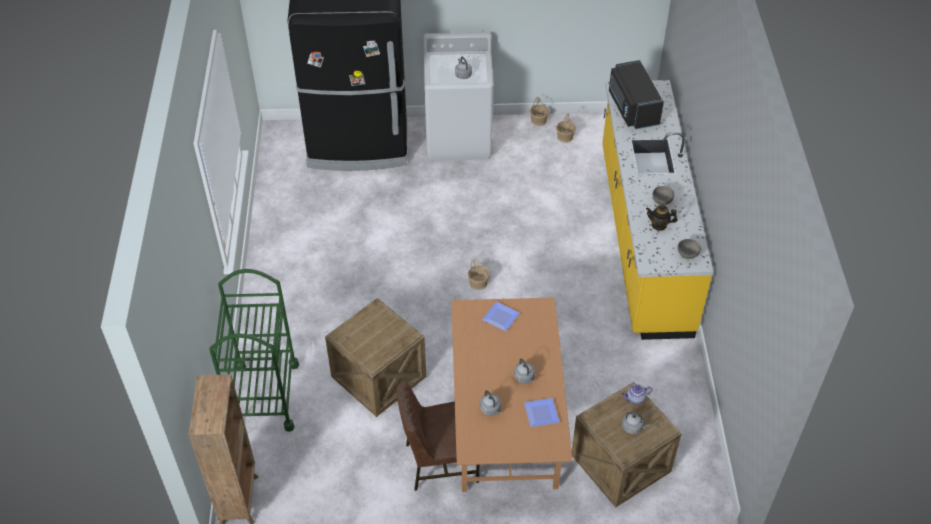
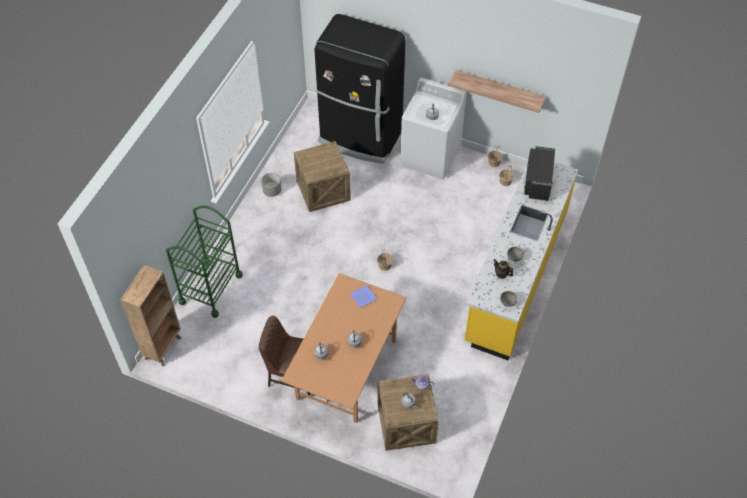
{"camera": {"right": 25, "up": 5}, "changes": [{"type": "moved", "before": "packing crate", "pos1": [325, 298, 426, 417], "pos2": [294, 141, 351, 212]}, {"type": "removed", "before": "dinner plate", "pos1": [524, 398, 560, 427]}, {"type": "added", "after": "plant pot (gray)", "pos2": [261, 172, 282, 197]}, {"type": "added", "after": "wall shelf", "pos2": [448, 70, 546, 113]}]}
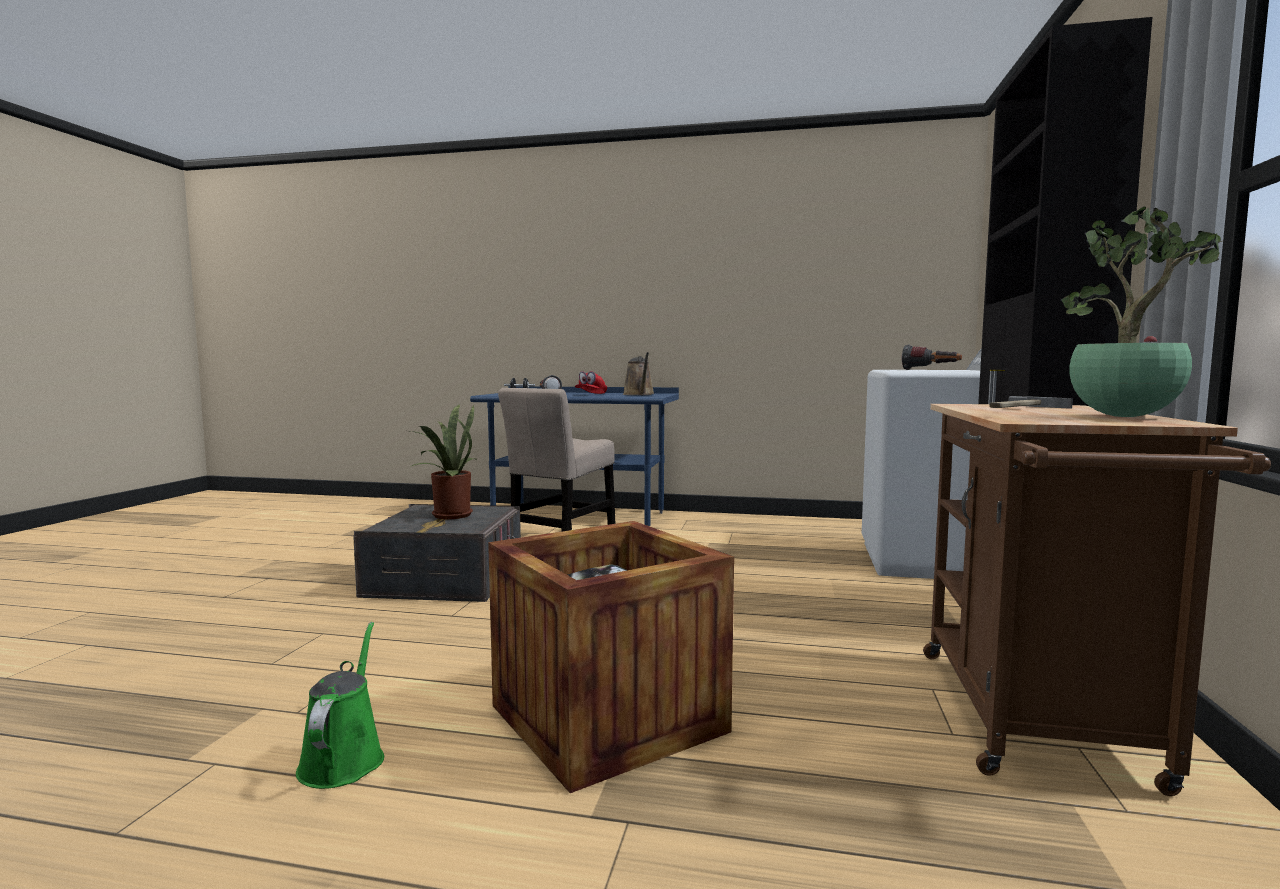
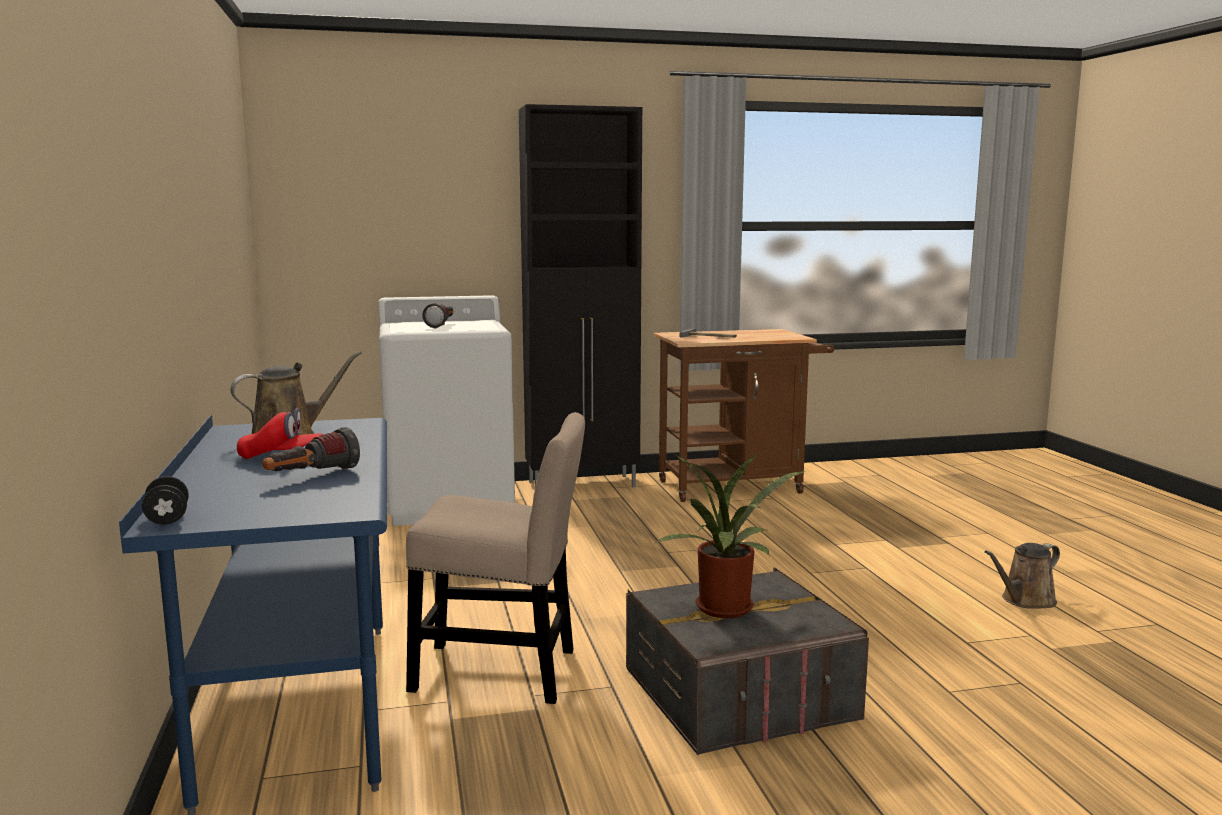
{"camera": {"right": -115, "up": 5}, "changes": [{"type": "recoloured", "before": "watering can (green)", "after": "watering can (brown-coloured)", "pos1": [296, 622, 384, 789], "pos2": [984, 543, 1060, 609]}, {"type": "removed", "before": "packing crate", "pos1": [488, 521, 734, 793]}, {"type": "removed", "before": "houseplant", "pos1": [1060, 207, 1222, 417]}]}
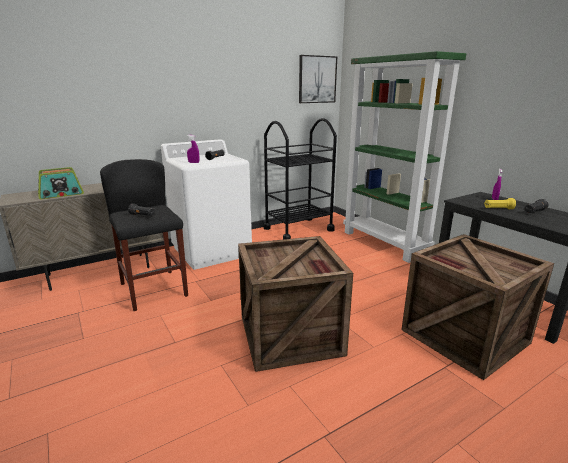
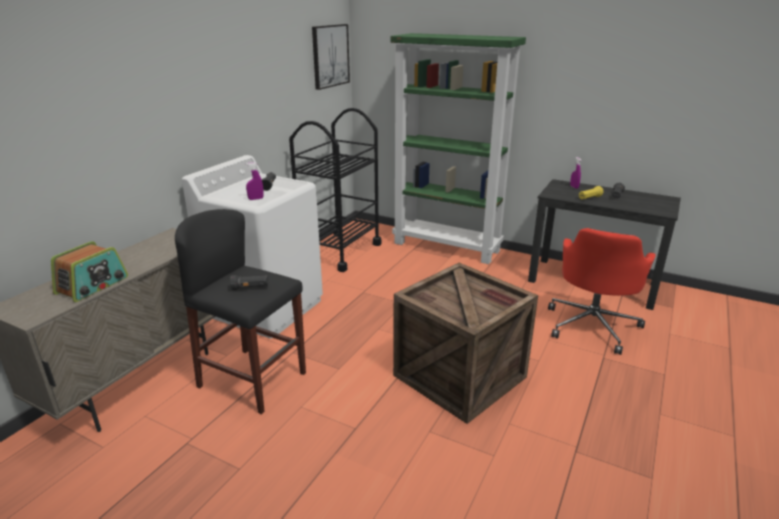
{"camera": {"right": -30, "up": 5}, "changes": [{"type": "replaced", "before": "packing crate", "after": "computer chair (reddish)", "pos1": [401, 234, 554, 380], "pos2": [548, 228, 656, 355]}]}
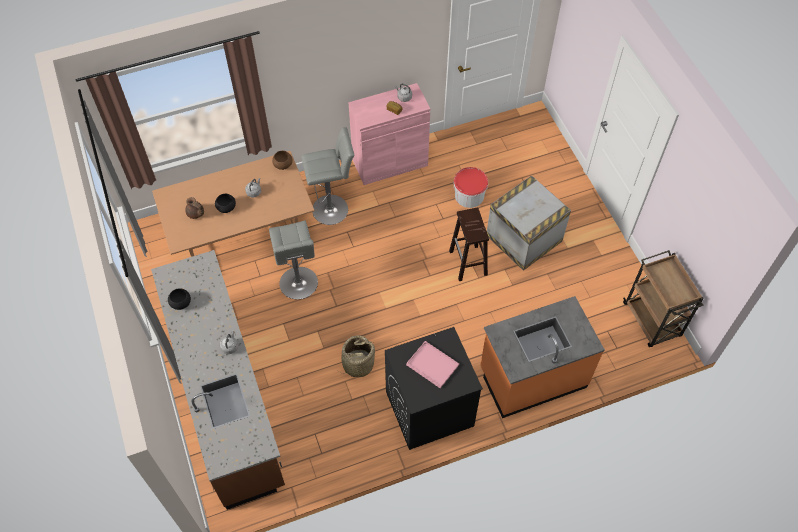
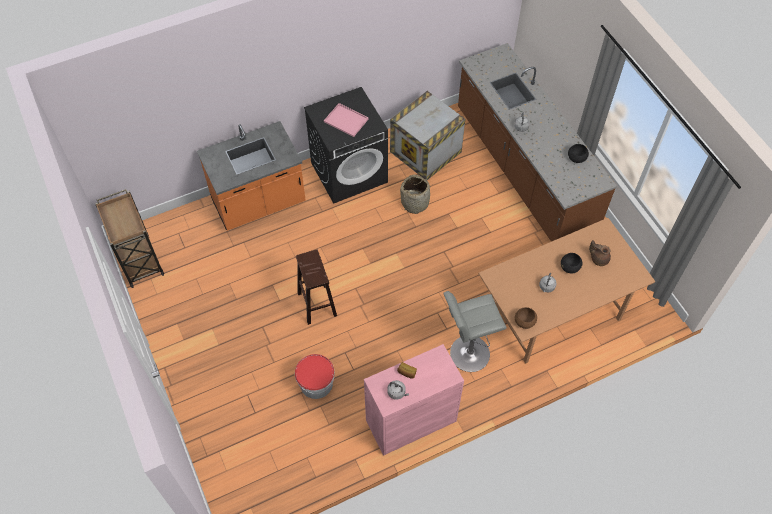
{"camera": {"right": 175, "up": 0}, "changes": [{"type": "removed", "before": "stool (gray)", "pos1": [269, 221, 318, 299]}, {"type": "moved", "before": "packing crate", "pos1": [487, 175, 571, 271], "pos2": [390, 91, 465, 179]}]}
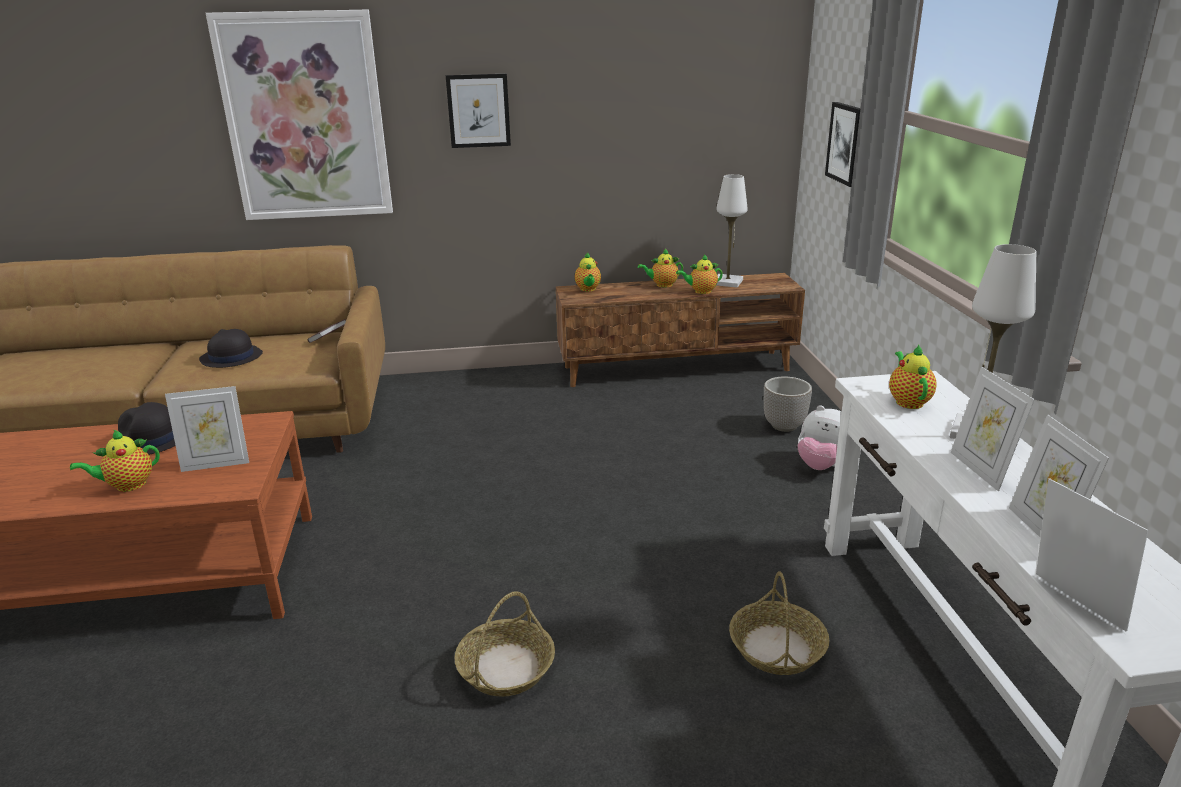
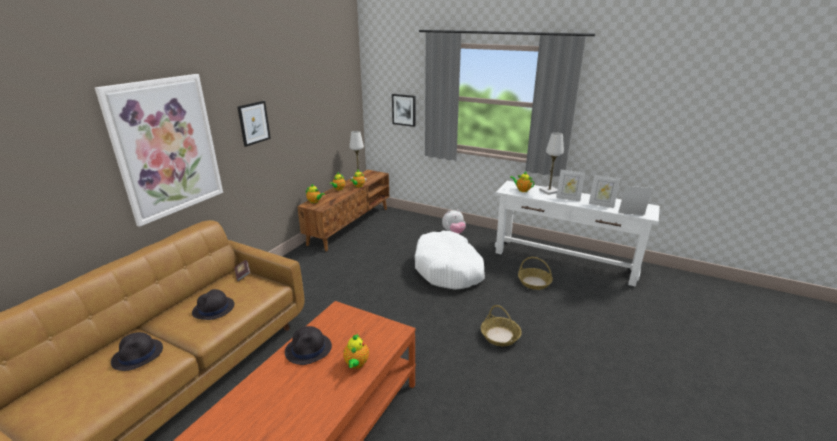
{"camera": {"right": -55, "up": 0}, "changes": [{"type": "removed", "before": "photo frame", "pos1": [165, 386, 249, 472]}, {"type": "removed", "before": "plant pot", "pos1": [764, 377, 812, 432]}, {"type": "added", "after": "wearable hat (blackish)", "pos2": [111, 332, 163, 371]}, {"type": "added", "after": "pet bed (white-coloured)", "pos2": [415, 231, 485, 290]}]}
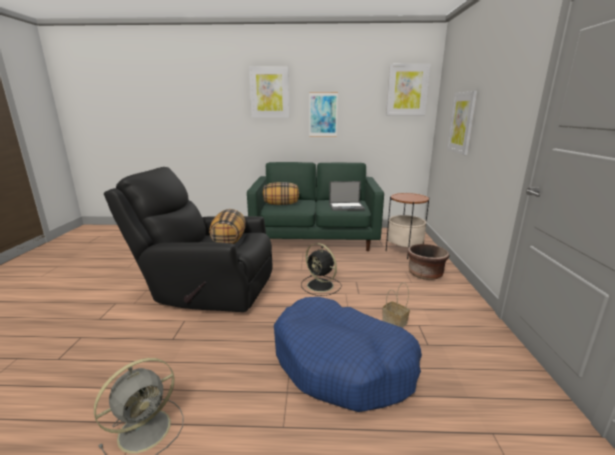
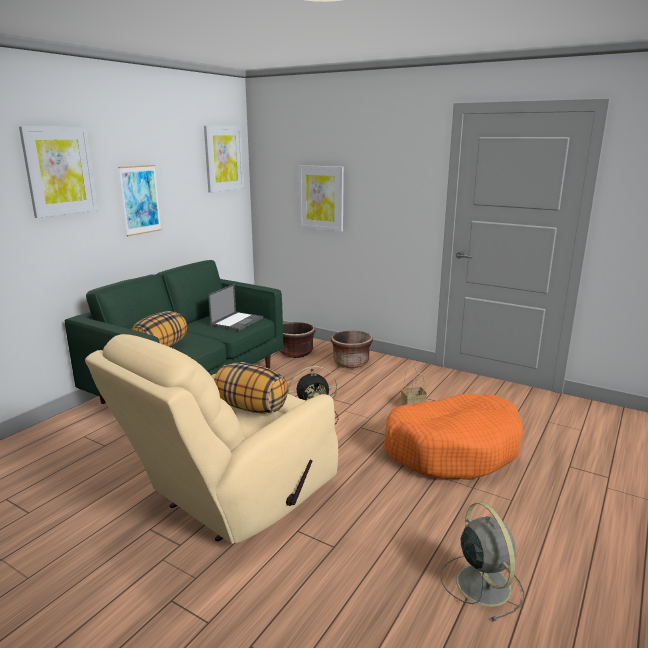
{"camera": {"right": -60, "up": 0}, "changes": [{"type": "recoloured", "before": "easy chair (blackish)", "after": "easy chair (beige-coloured)", "pos1": [104, 167, 273, 312], "pos2": [85, 334, 338, 544]}, {"type": "recoloured", "before": "pet bed (blue-coloured)", "after": "pet bed (orange)", "pos1": [274, 297, 422, 412], "pos2": [383, 394, 523, 480]}, {"type": "replaced", "before": "accent table", "after": "plant pot (brown-coloured)", "pos1": [386, 193, 429, 259], "pos2": [279, 322, 315, 358]}]}
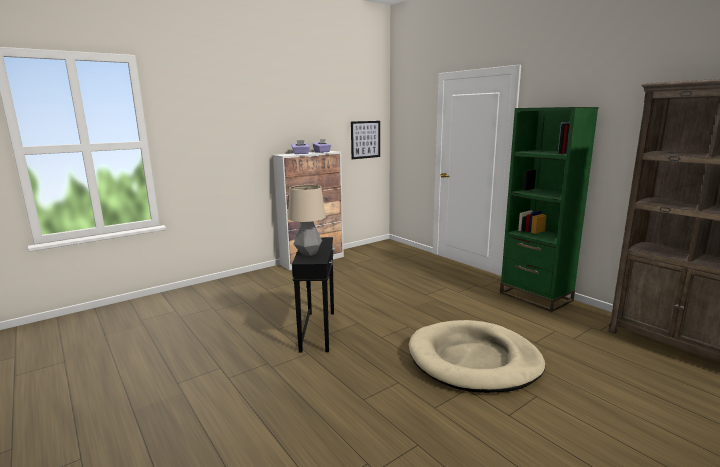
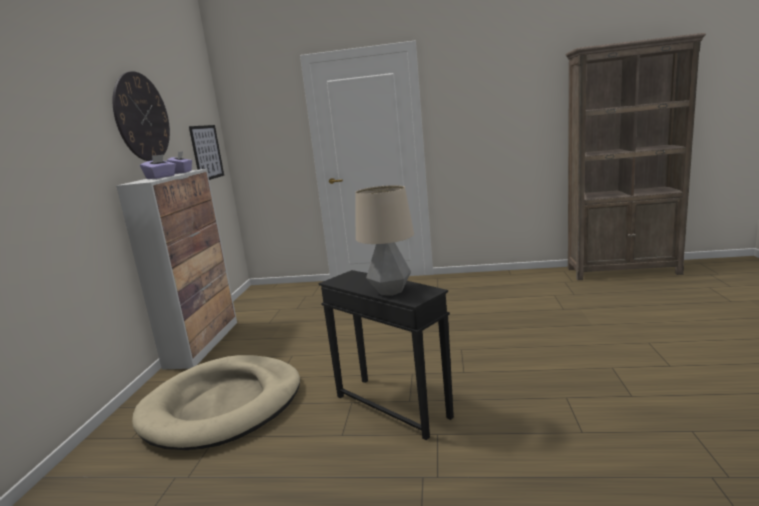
{"camera": {"right": -45, "up": 0}, "changes": [{"type": "moved", "before": "pet bed (beige-coloured)", "pos1": [409, 320, 545, 393], "pos2": [132, 355, 300, 450]}, {"type": "removed", "before": "bookshelf (green)", "pos1": [500, 107, 598, 312]}, {"type": "added", "after": "clock on the wall", "pos2": [112, 71, 170, 161]}]}
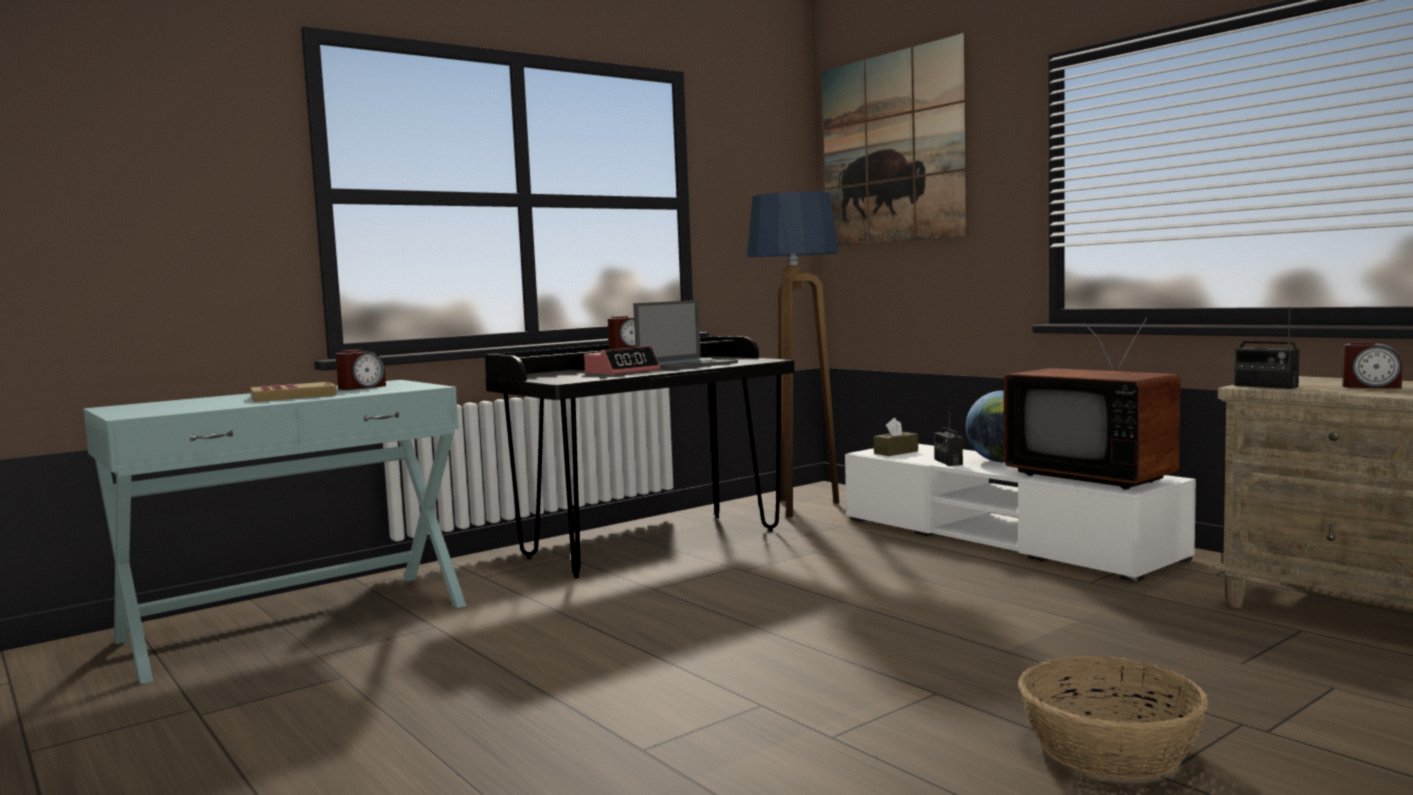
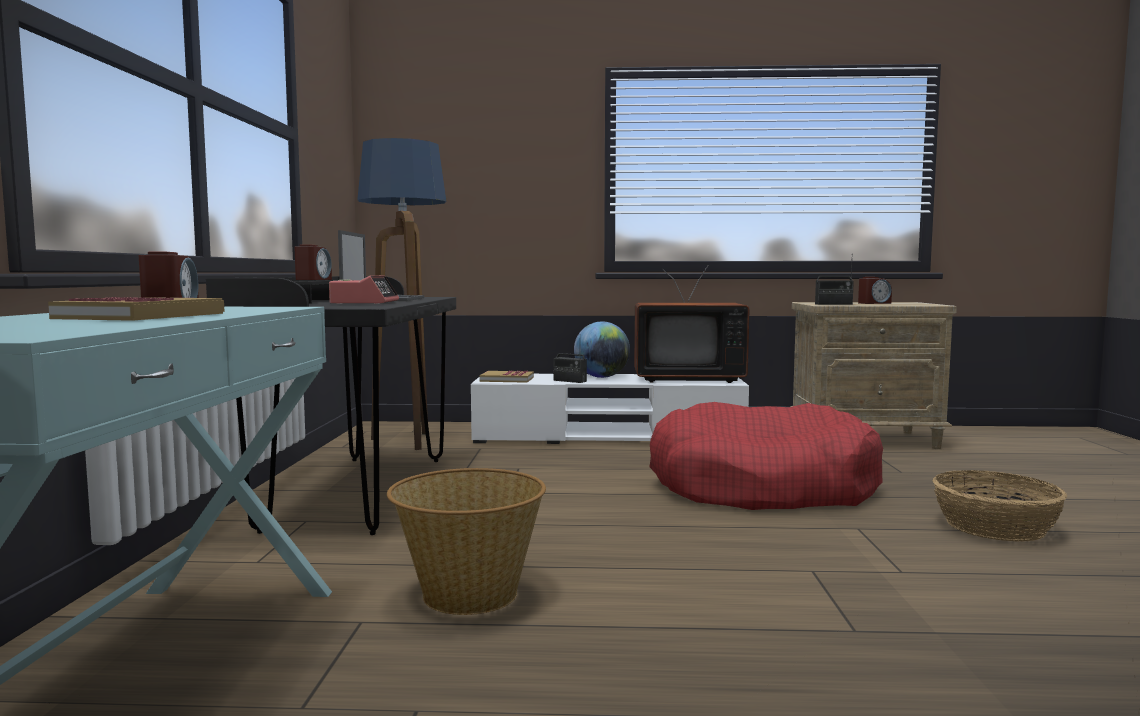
{"camera": {"right": -50, "up": 0}, "changes": [{"type": "removed", "before": "wall picture", "pos1": [822, 33, 968, 246]}, {"type": "replaced", "before": "box of tissues (brown-coloured)", "after": "bound book", "pos1": [874, 418, 918, 456], "pos2": [480, 371, 534, 383]}, {"type": "added", "after": "household basket", "pos2": [387, 468, 546, 615]}, {"type": "added", "after": "pet bed (reddish)", "pos2": [650, 402, 883, 510]}]}
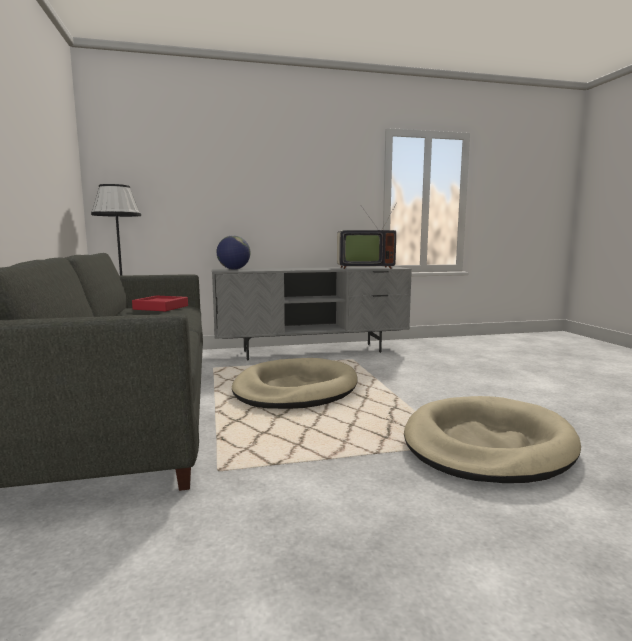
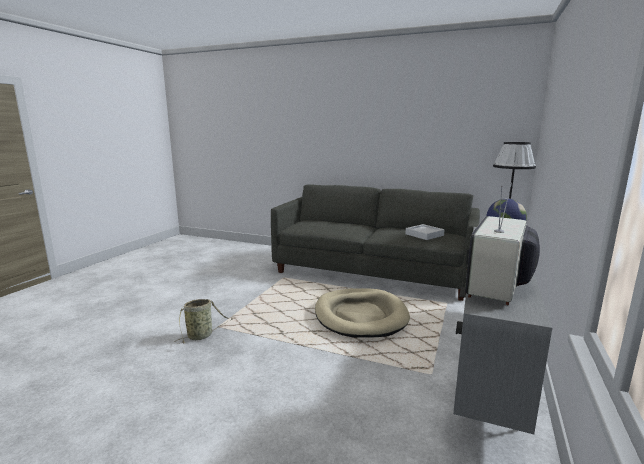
{"camera": {"right": 125, "up": 5}, "changes": [{"type": "recoloured", "before": "tray (reddish)", "after": "tray (gray)", "pos1": [132, 296, 188, 311], "pos2": [406, 224, 444, 240]}, {"type": "replaced", "before": "pet bed (beige-coloured)", "after": "household basket", "pos1": [404, 396, 581, 483], "pos2": [175, 299, 232, 344]}]}
